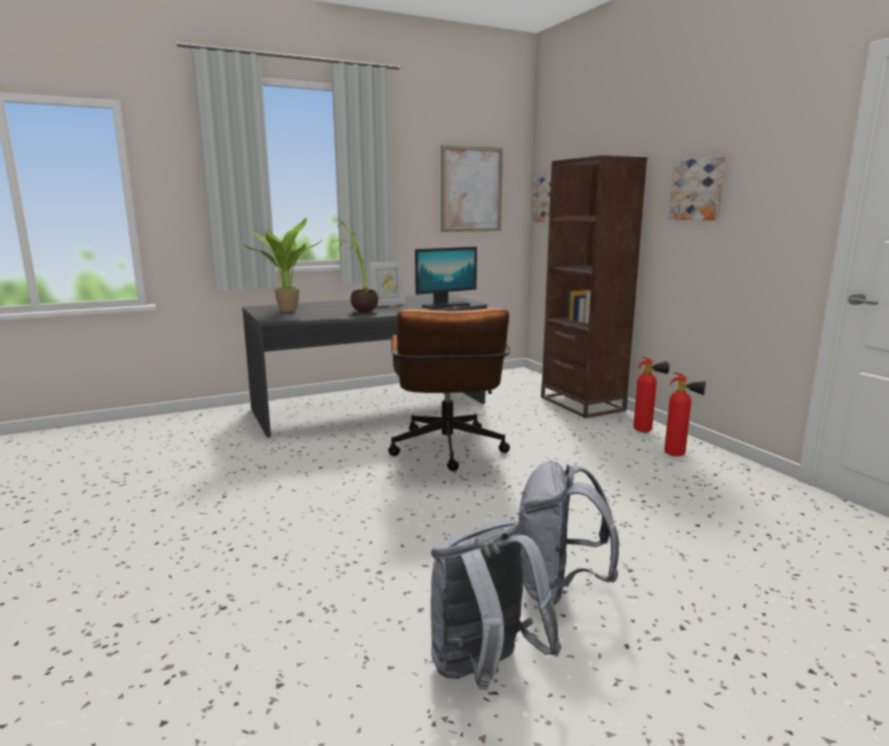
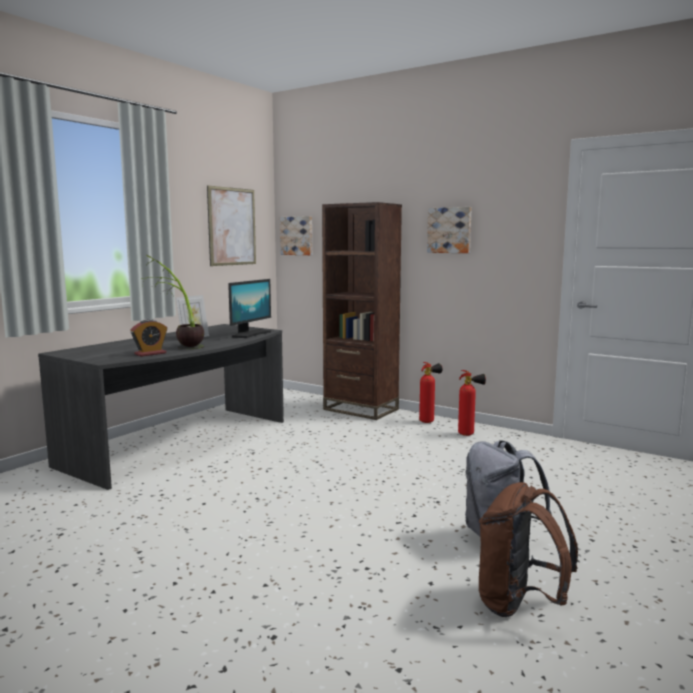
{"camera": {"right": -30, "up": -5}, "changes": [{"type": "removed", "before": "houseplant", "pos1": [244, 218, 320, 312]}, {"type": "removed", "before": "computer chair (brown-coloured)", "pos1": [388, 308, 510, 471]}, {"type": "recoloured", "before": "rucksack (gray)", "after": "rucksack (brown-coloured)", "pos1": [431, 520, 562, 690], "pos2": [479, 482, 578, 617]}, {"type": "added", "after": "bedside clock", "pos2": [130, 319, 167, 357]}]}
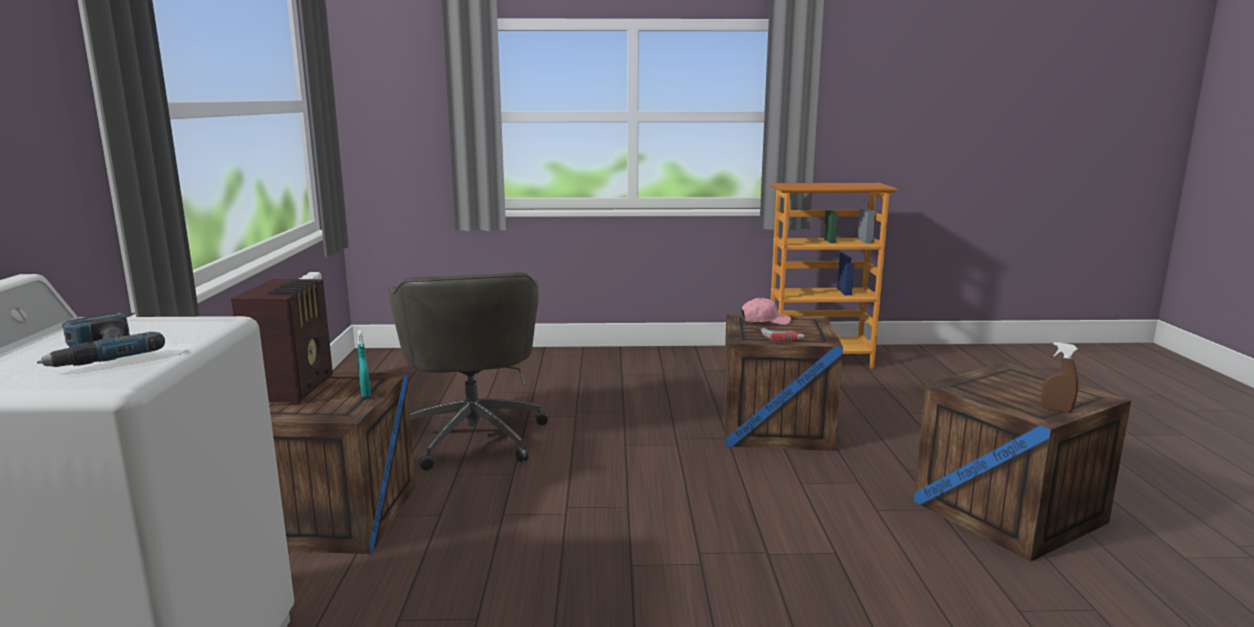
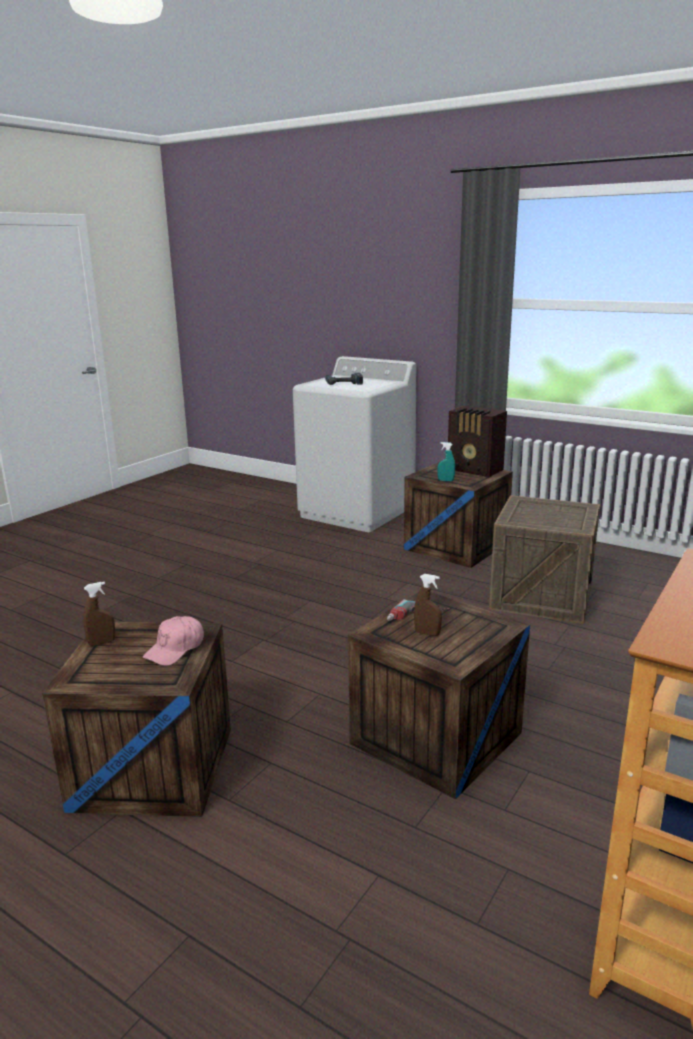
{"camera": {"right": 125, "up": 5}, "changes": [{"type": "replaced", "before": "computer chair (gray)", "after": "packing crate", "pos1": [388, 272, 548, 471], "pos2": [489, 495, 600, 624]}, {"type": "moved", "before": "baseball cap (pink-coloured)", "pos1": [741, 298, 791, 325], "pos2": [143, 616, 204, 666]}, {"type": "added", "after": "hand sprayer (brown-coloured)", "pos2": [414, 574, 442, 636]}]}
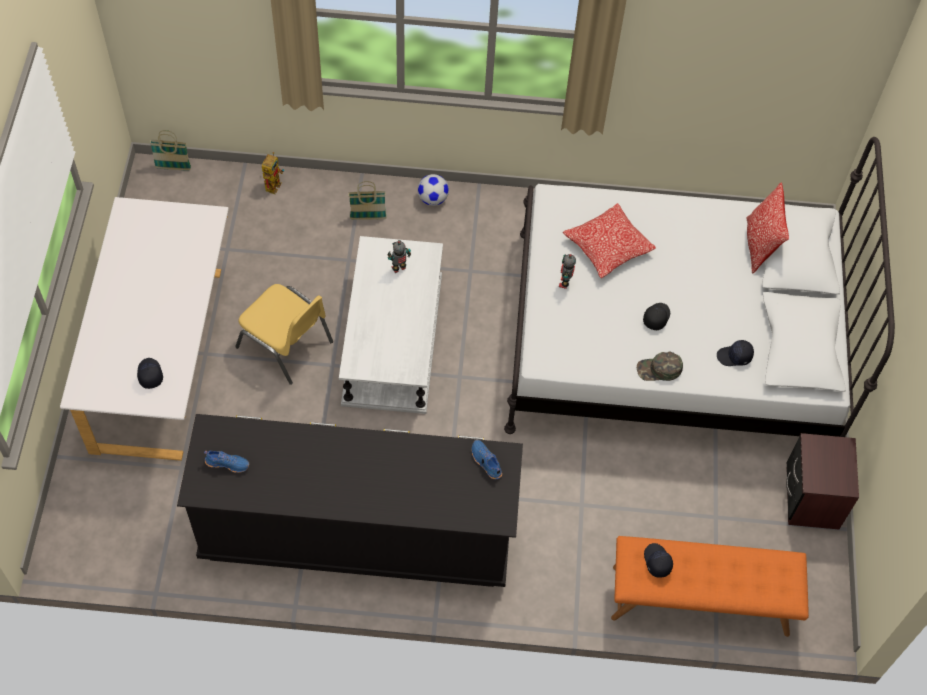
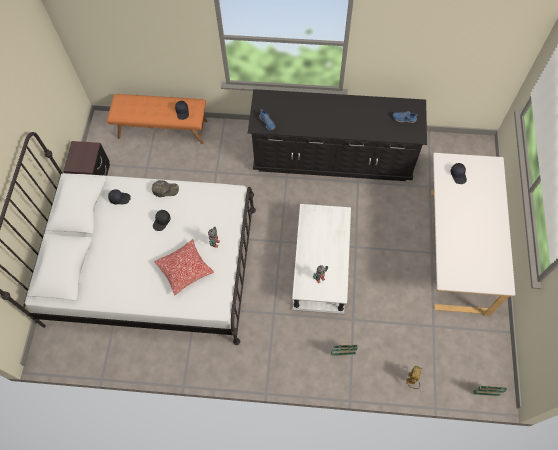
{"camera": {"right": -175, "up": 5}, "changes": [{"type": "removed", "before": "chair (yellowish)", "pos1": [235, 284, 333, 385]}, {"type": "removed", "before": "ball for football", "pos1": [418, 174, 449, 206]}, {"type": "removed", "before": "pillow", "pos1": [747, 183, 789, 273]}]}
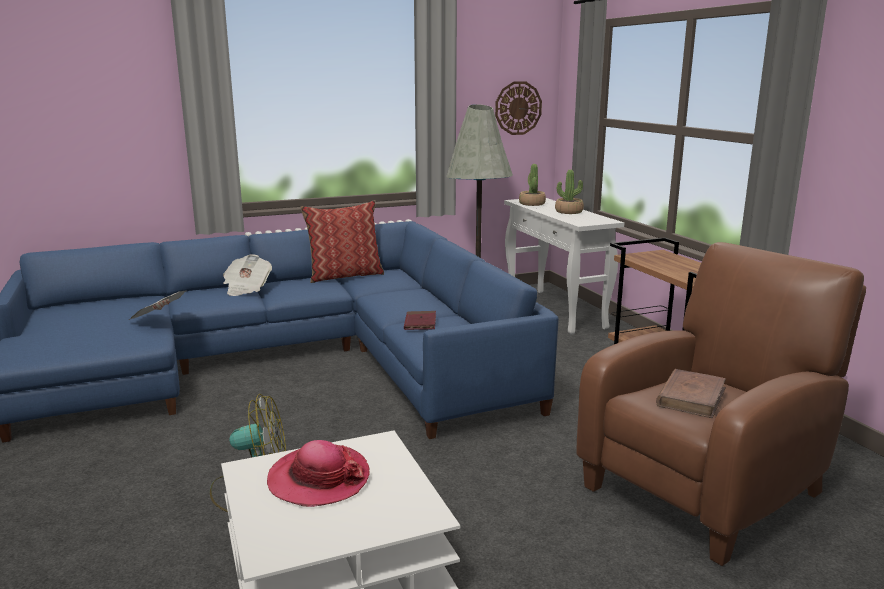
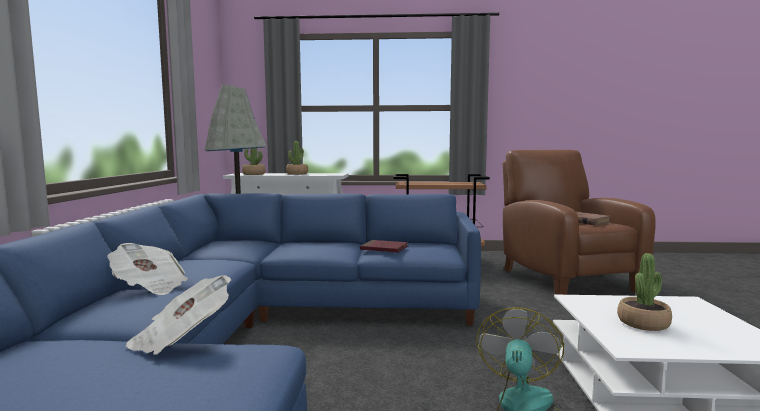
{"camera": {"right": -65, "up": -10}, "changes": [{"type": "replaced", "before": "wearable hat", "after": "houseplant", "pos1": [267, 440, 370, 507], "pos2": [617, 253, 672, 331]}, {"type": "removed", "before": "pillow", "pos1": [300, 200, 384, 283]}, {"type": "removed", "before": "clock on the wall", "pos1": [495, 81, 542, 135]}]}
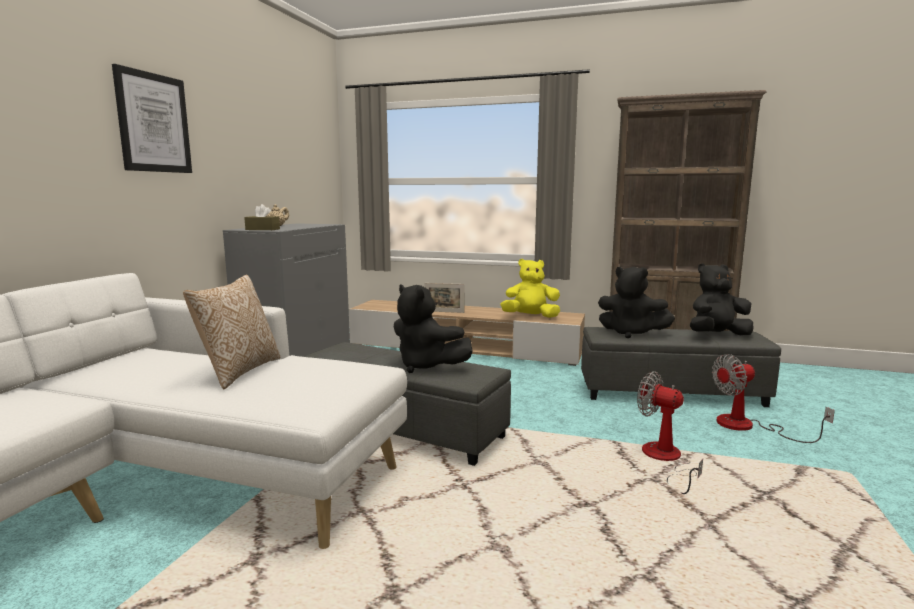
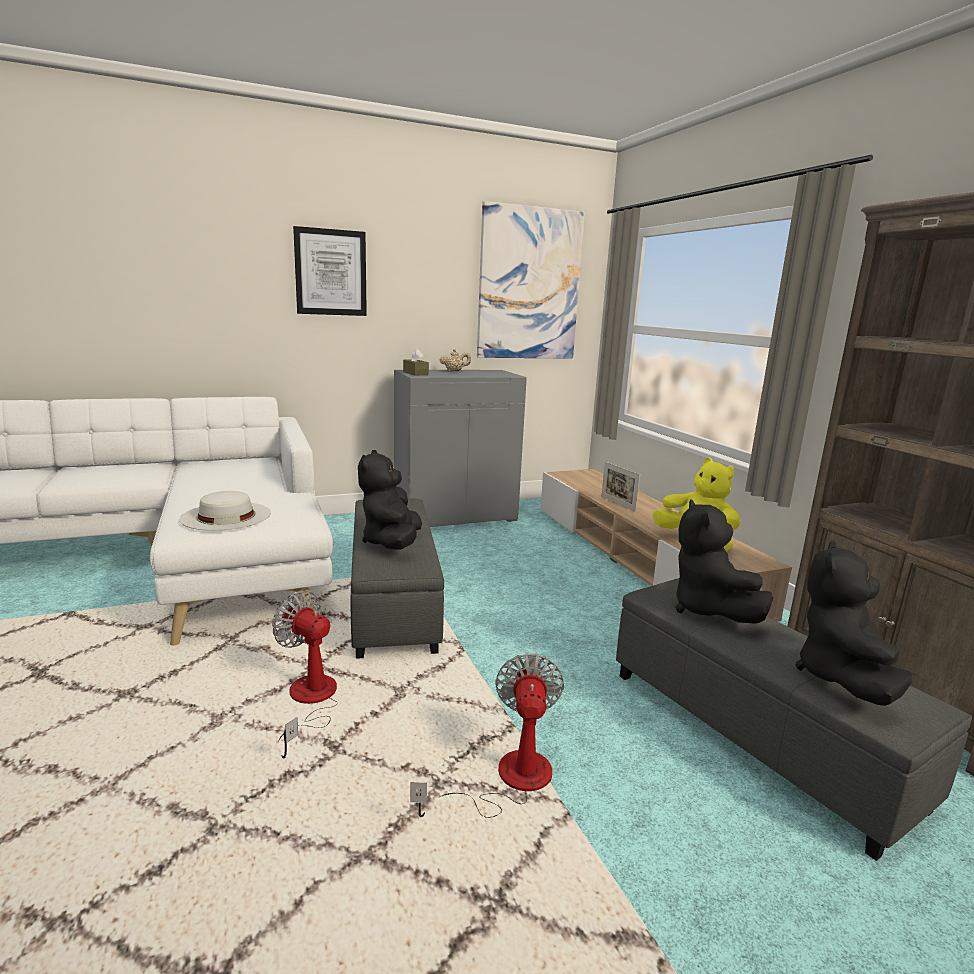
{"camera": {"right": 50, "up": 5}, "changes": [{"type": "removed", "before": "pillow", "pos1": [183, 275, 280, 389]}, {"type": "turned", "before": "soft toy (blackish)", "pos1": [690, 263, 753, 336], "pos2": [796, 540, 912, 706], "turn": -105}, {"type": "moved", "before": "fan", "pos1": [712, 354, 835, 443], "pos2": [272, 591, 337, 758]}, {"type": "added", "after": "wearable hat (white-coloured)", "pos2": [180, 491, 271, 531]}, {"type": "added", "after": "wall picture", "pos2": [477, 201, 585, 359]}]}
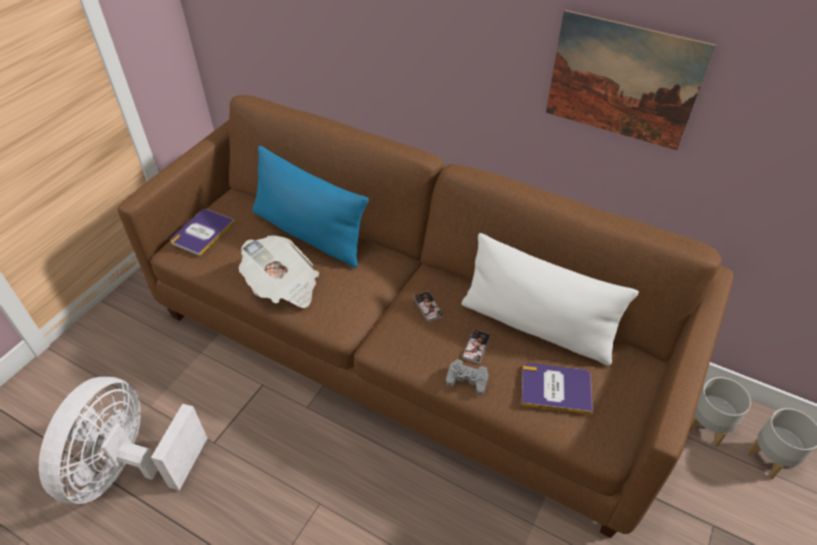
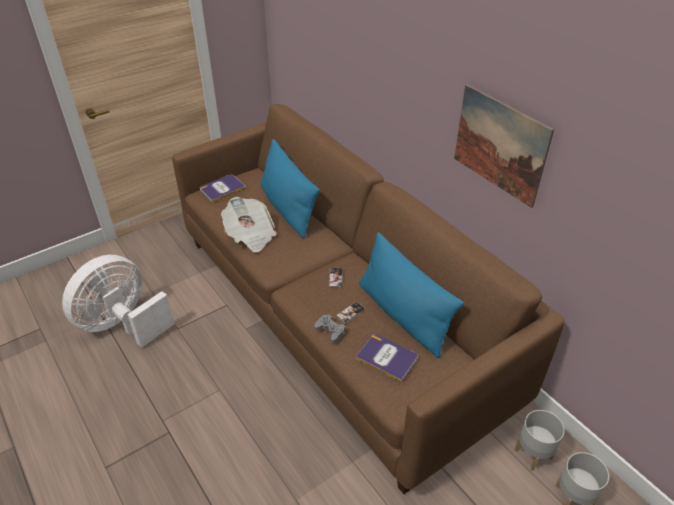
{"camera": {"right": 25, "up": -5}, "changes": [{"type": "recoloured", "before": "pillow (white-coloured)", "after": "pillow (blue-coloured)", "pos1": [462, 233, 639, 366], "pos2": [359, 232, 464, 358]}]}
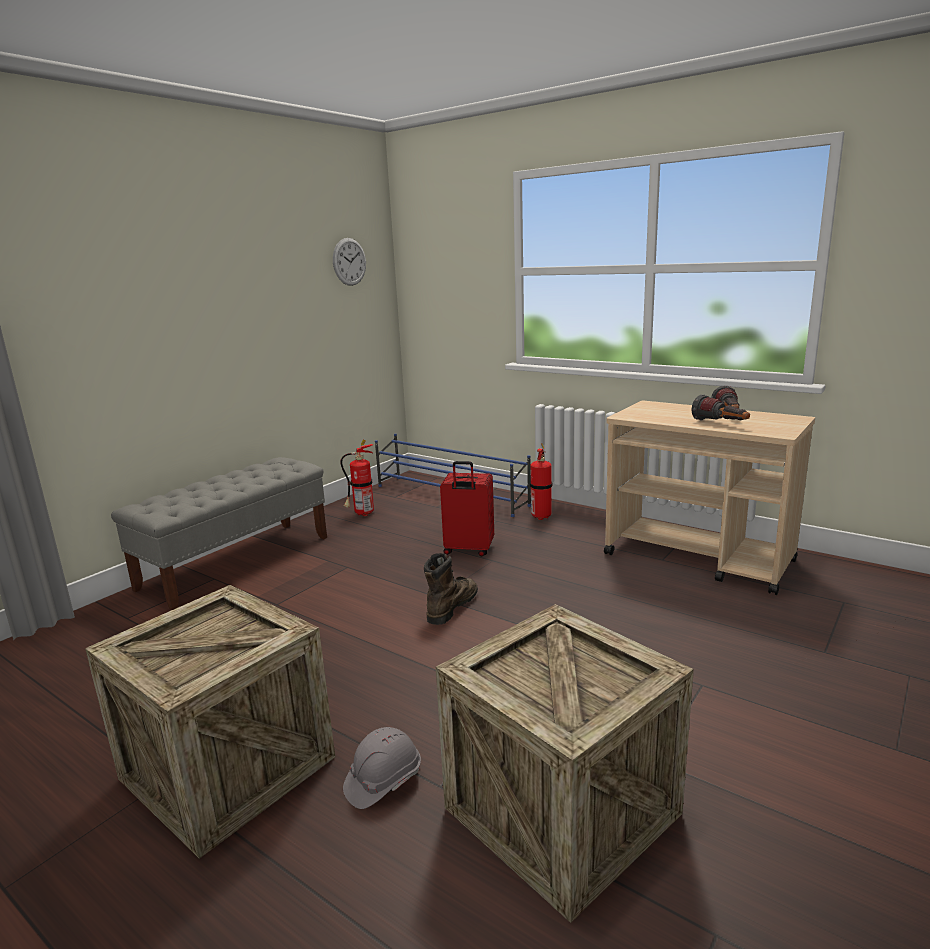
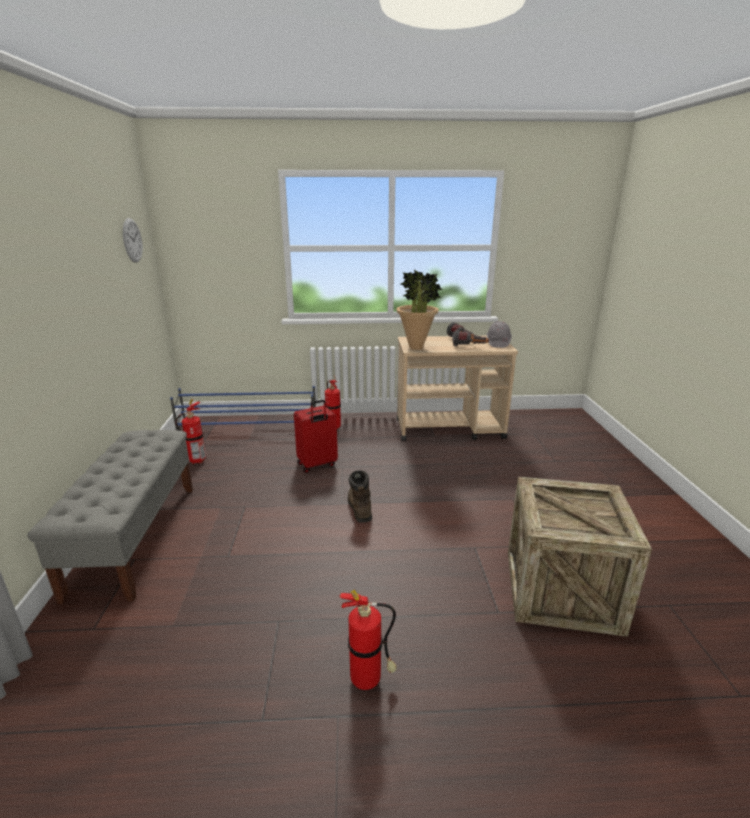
{"camera": {"right": -40, "up": 5}, "changes": [{"type": "replaced", "before": "packing crate", "after": "fire-fighting cylinder", "pos1": [85, 585, 335, 859], "pos2": [339, 590, 397, 690]}, {"type": "moved", "before": "safety helmet (gray)", "pos1": [343, 727, 421, 809], "pos2": [486, 321, 512, 348]}, {"type": "added", "after": "houseplant", "pos2": [396, 270, 442, 350]}]}
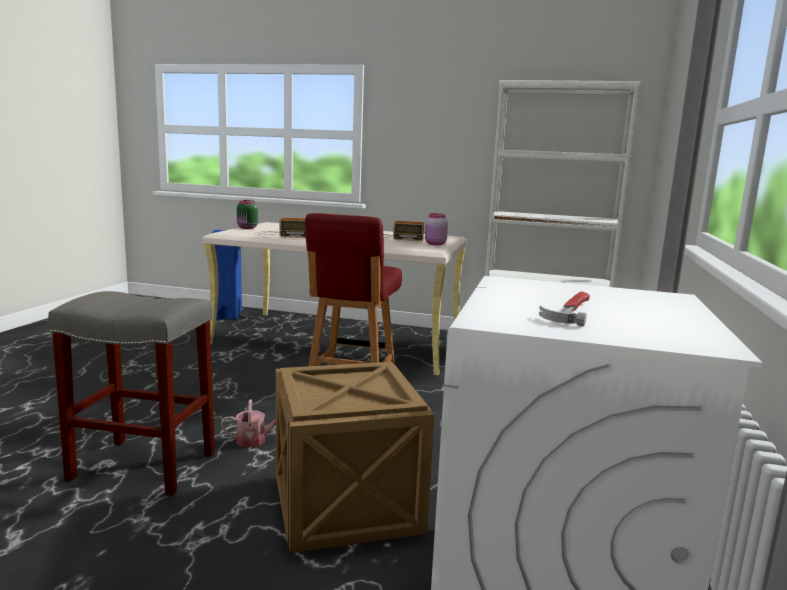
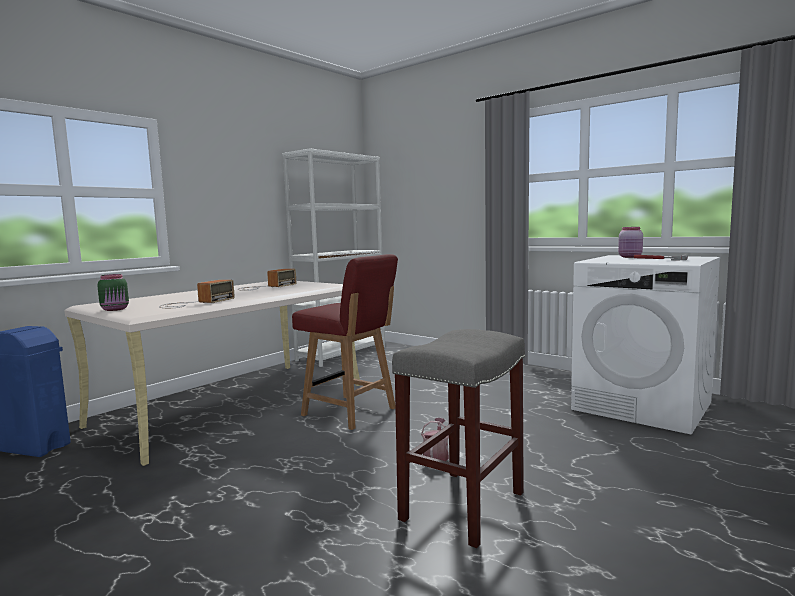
{"camera": {"right": -65, "up": -5}, "changes": [{"type": "removed", "before": "packing crate", "pos1": [276, 362, 434, 553]}, {"type": "moved", "before": "jar (pink-coloured)", "pos1": [425, 213, 448, 245], "pos2": [618, 227, 643, 258]}]}
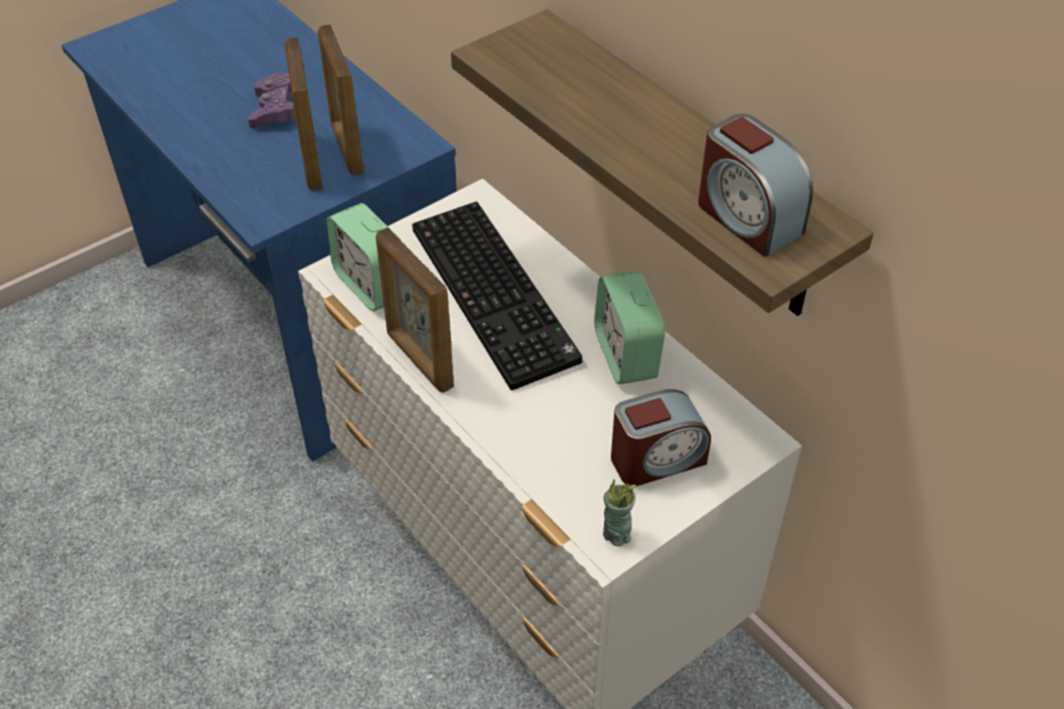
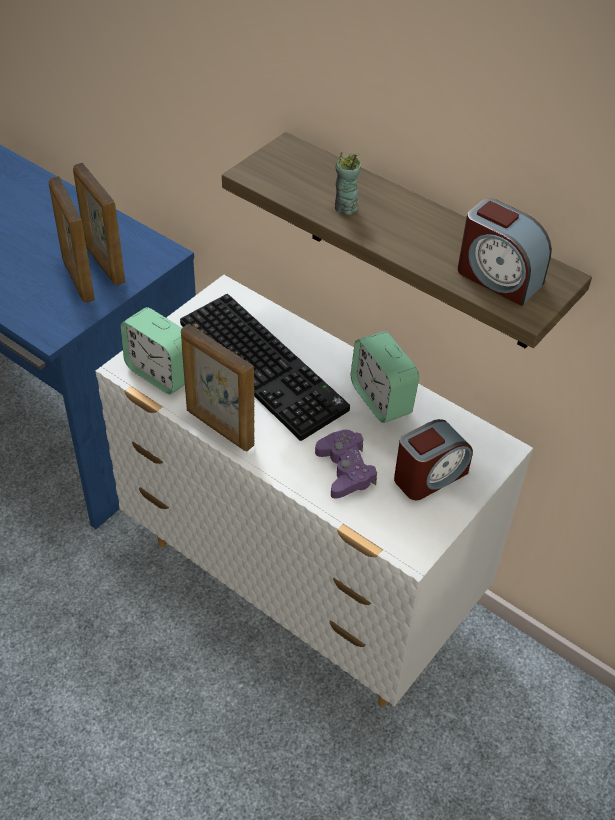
{"camera": {"right": -15, "up": 0}, "changes": [{"type": "moved", "before": "joypad (purplish)", "pos1": [248, 73, 296, 128], "pos2": [315, 430, 377, 499]}, {"type": "moved", "before": "drinking cup", "pos1": [603, 479, 637, 546], "pos2": [335, 152, 361, 215]}]}
